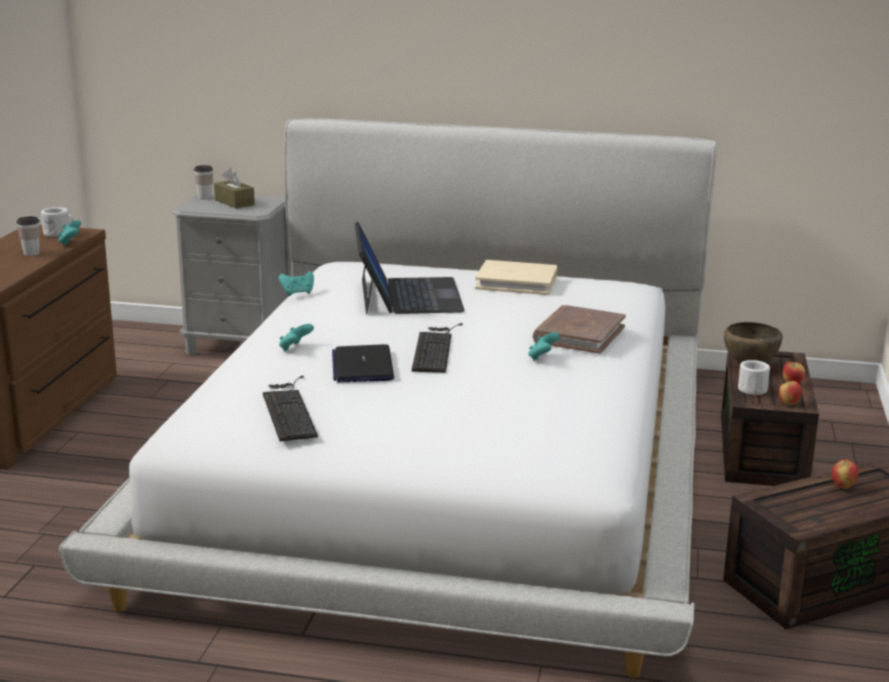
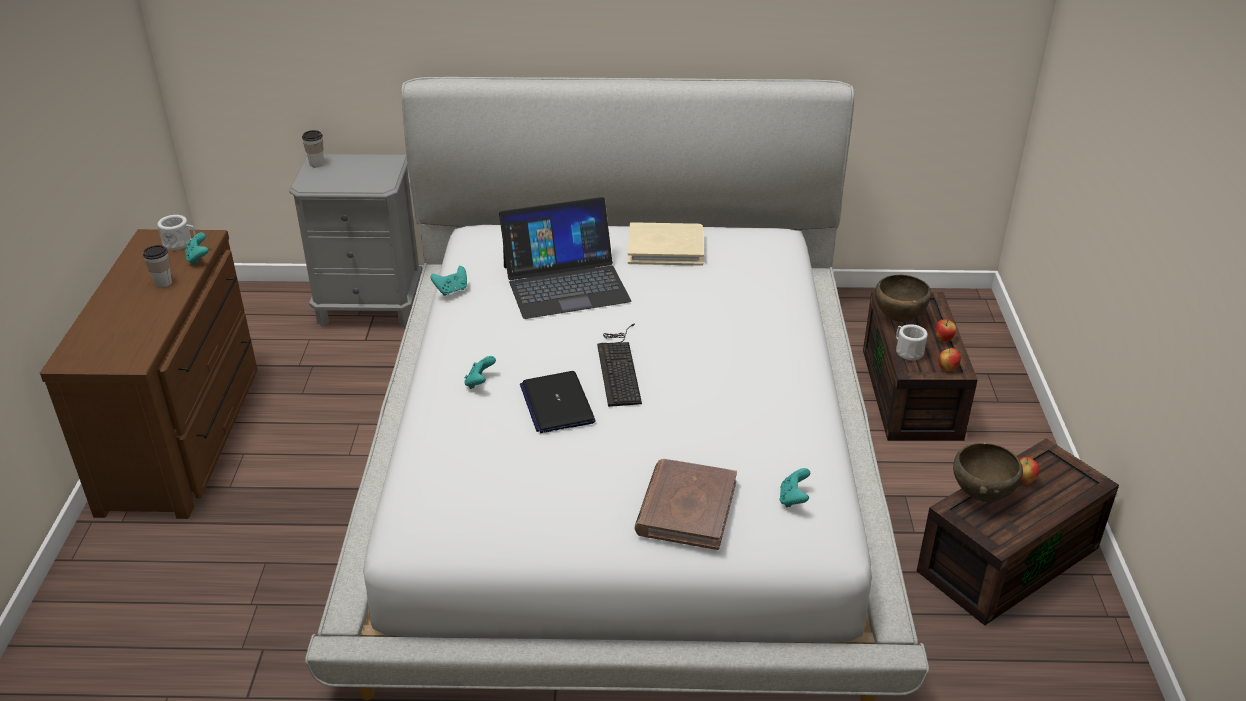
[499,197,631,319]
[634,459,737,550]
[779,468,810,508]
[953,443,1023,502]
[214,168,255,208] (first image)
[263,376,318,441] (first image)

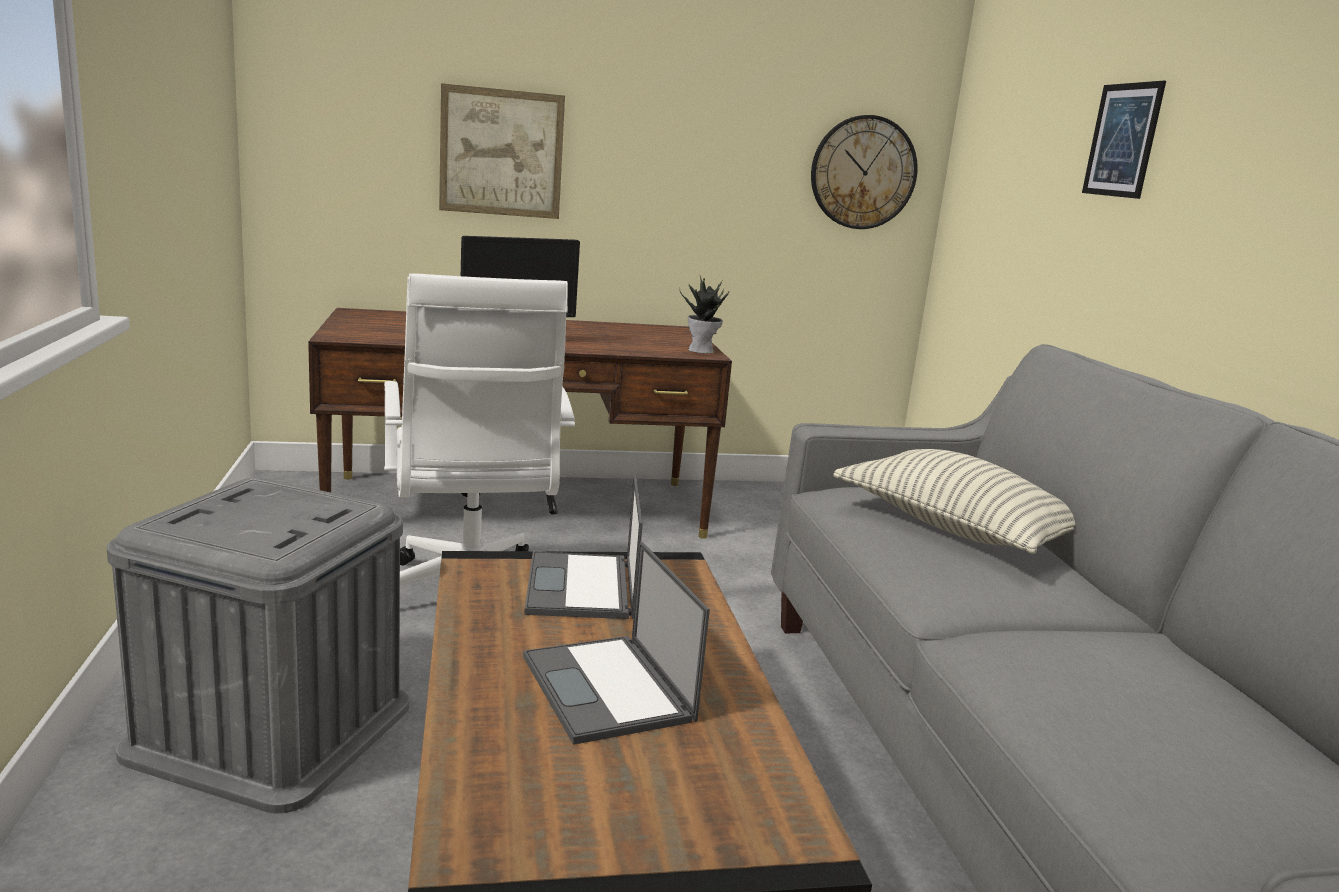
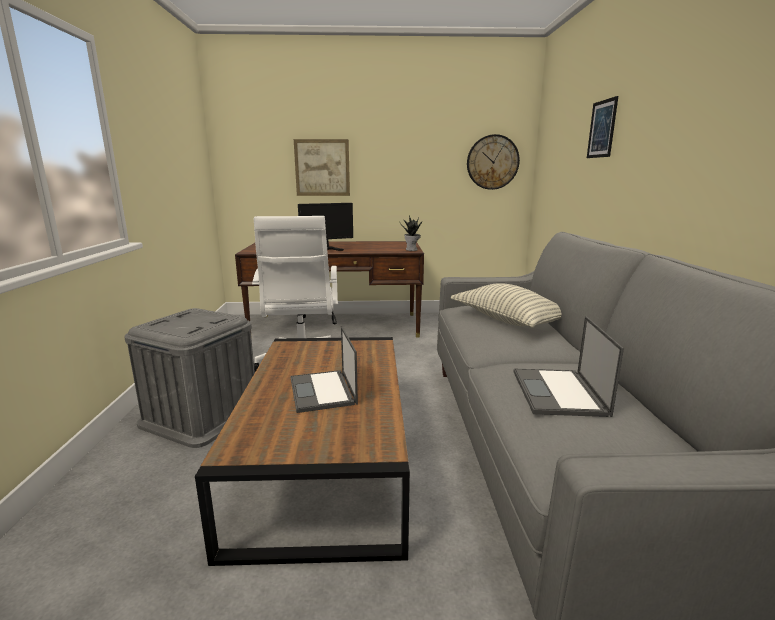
[514,316,624,417]

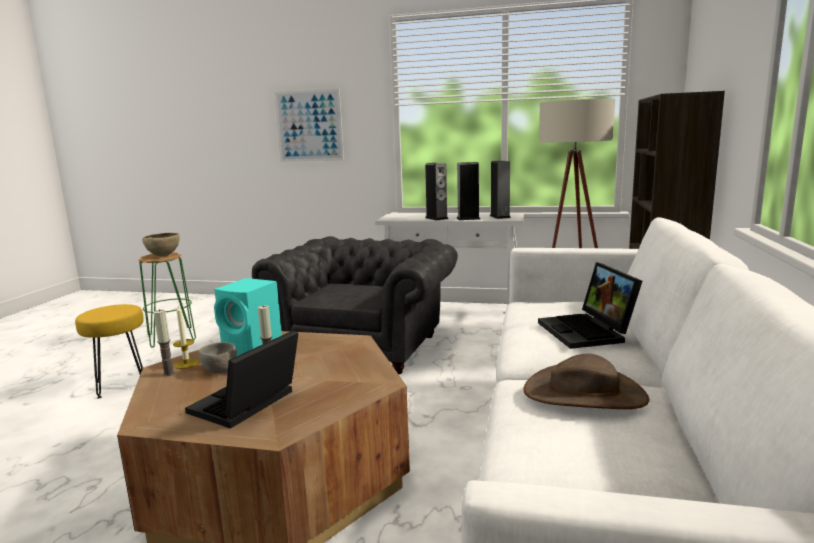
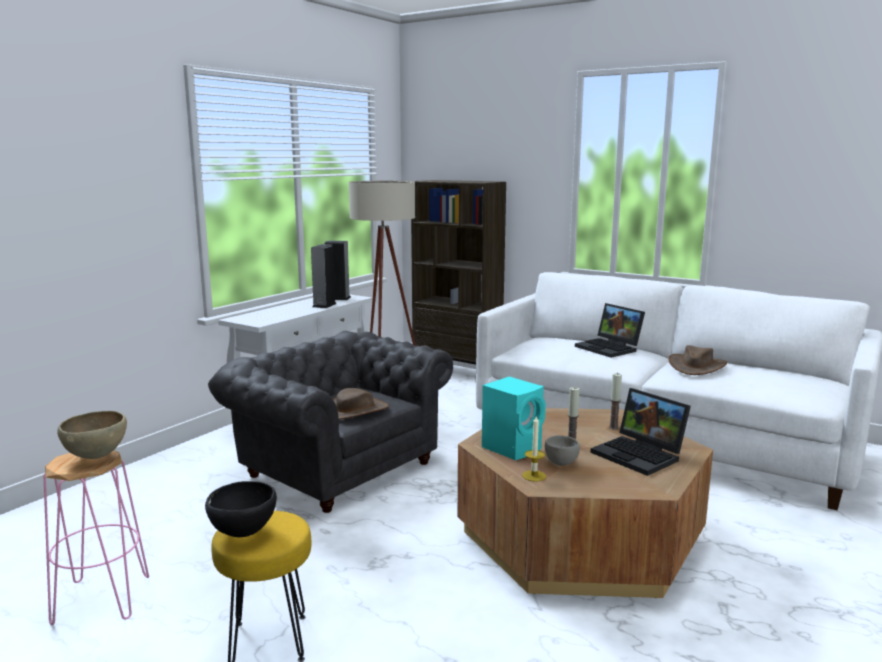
[43,450,149,625]
[205,481,277,537]
[333,388,389,420]
[575,303,645,358]
[609,373,622,430]
[274,89,344,162] (first image)
[425,163,448,221] (first image)

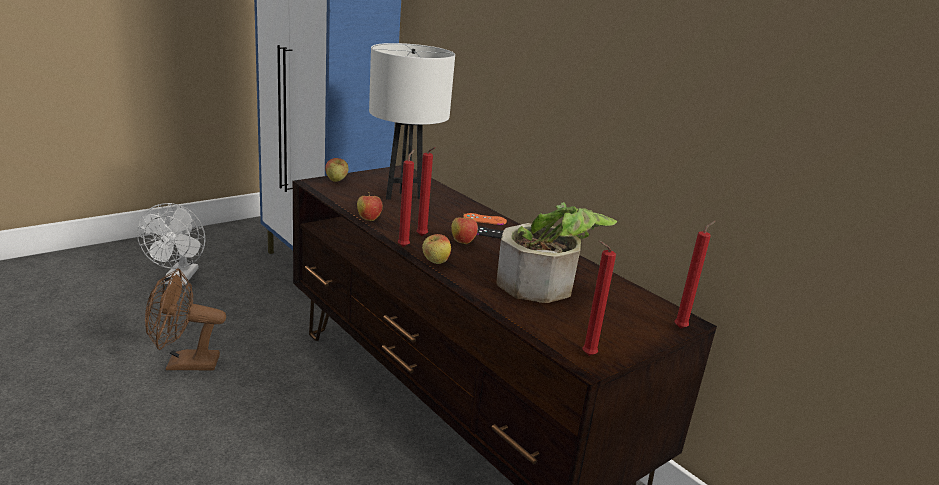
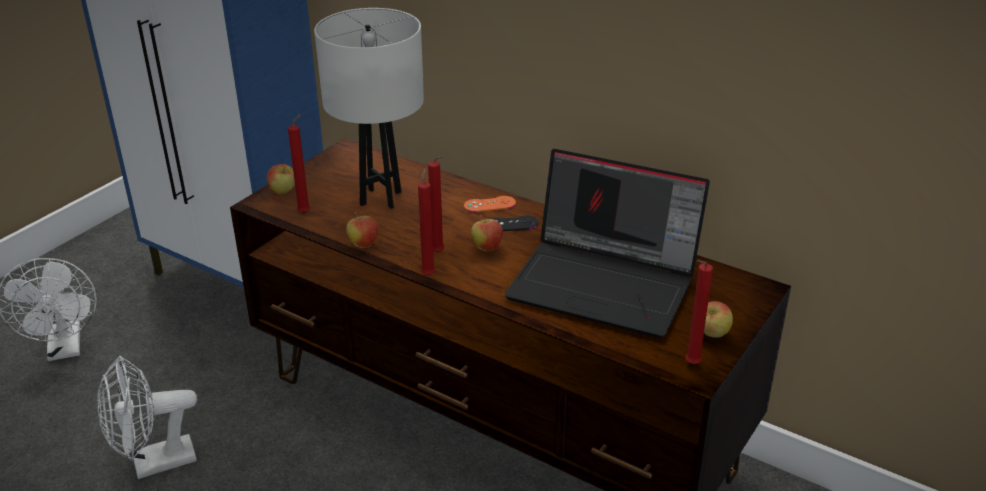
[97,356,197,479]
[288,113,310,213]
[504,149,710,338]
[704,301,733,338]

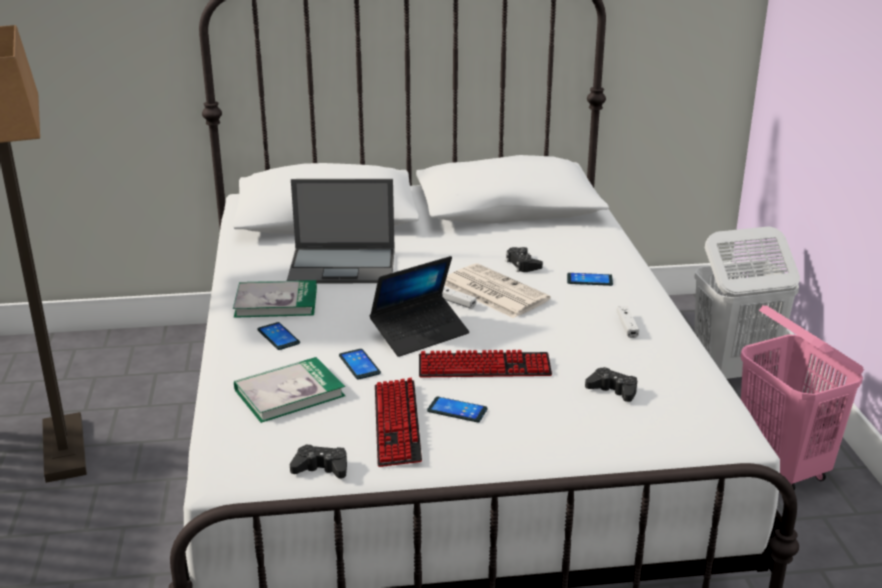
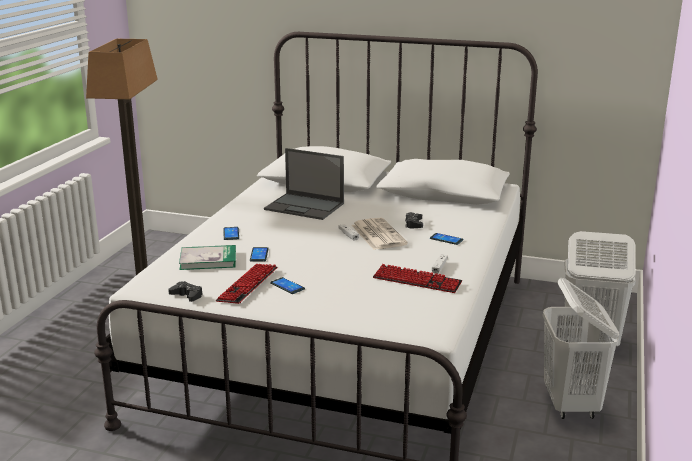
[373,264,462,293]
[543,278,619,419]
[233,280,317,318] (first image)
[370,256,469,357] (first image)
[585,367,637,402] (first image)

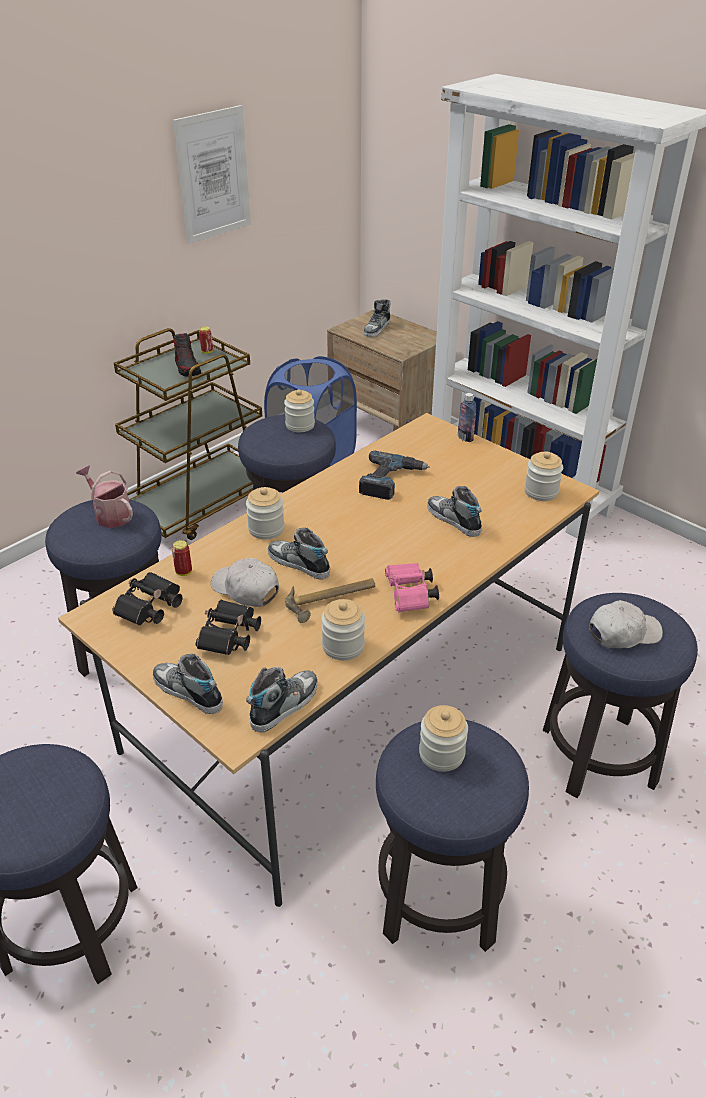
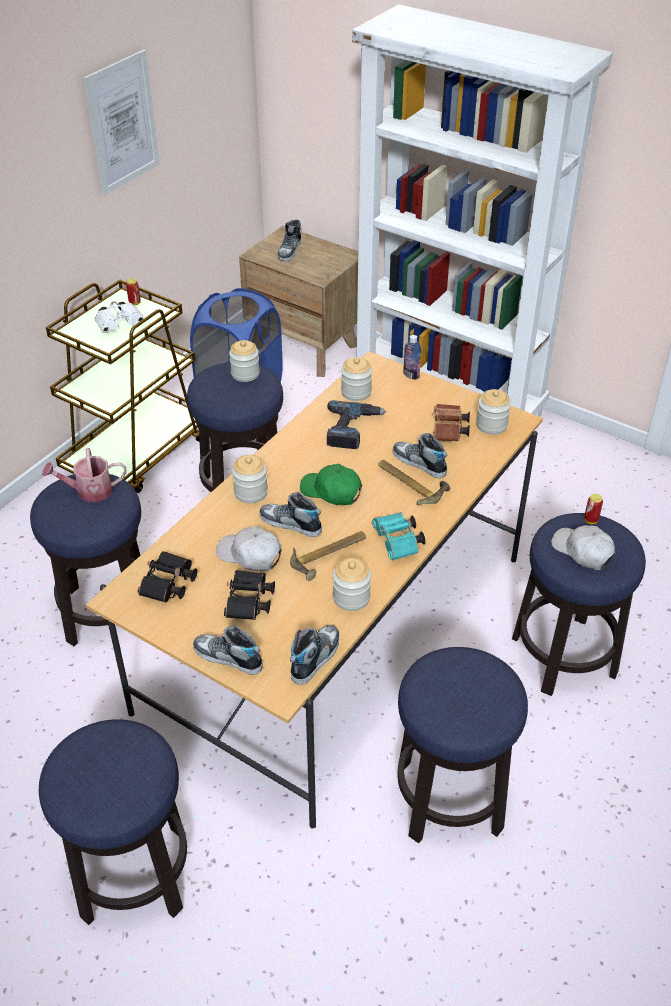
[42,448,127,502]
[95,301,145,333]
[300,464,362,505]
[341,357,372,401]
[372,512,426,560]
[378,460,450,505]
[433,404,470,441]
[551,525,615,570]
[584,494,603,524]

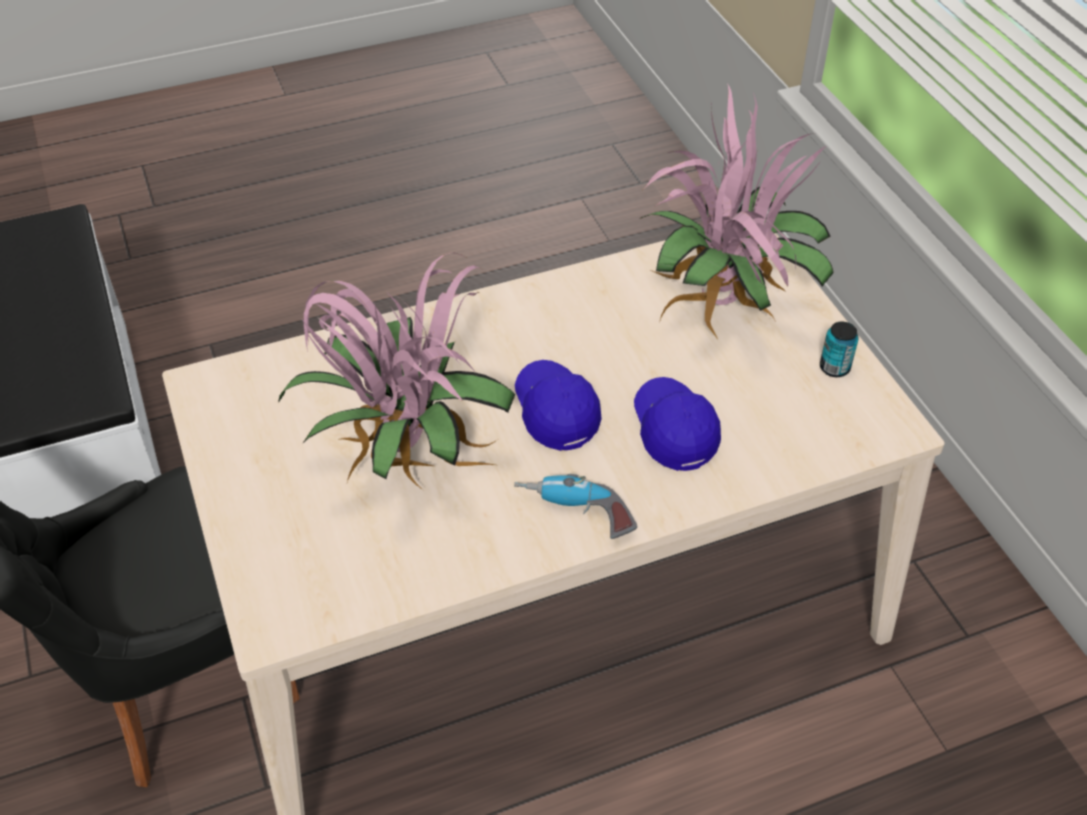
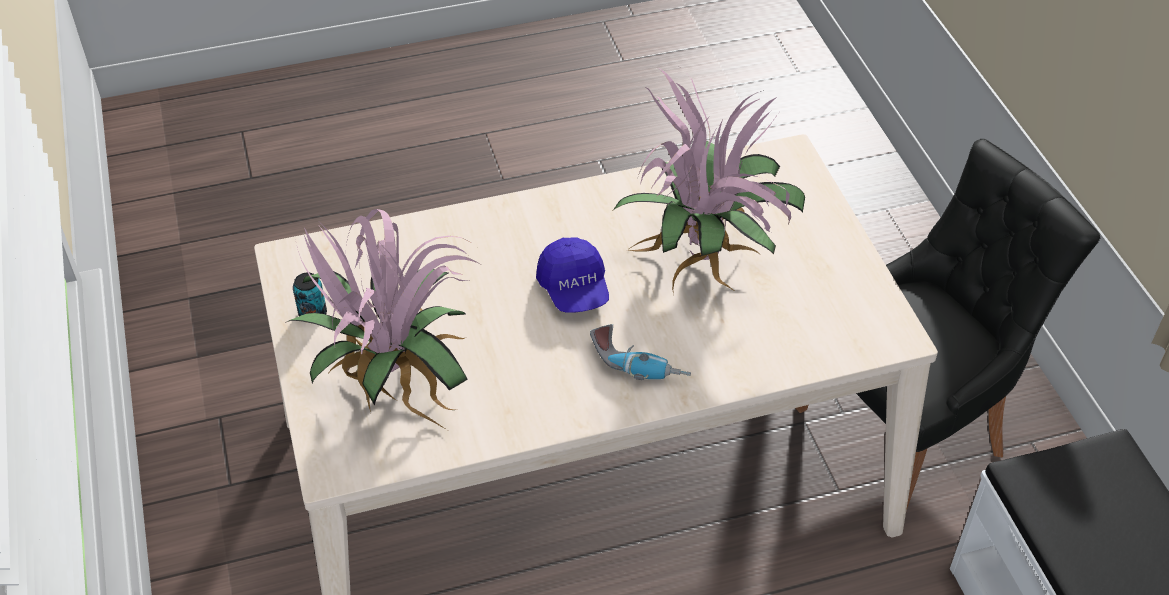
[590,324,691,380]
[634,377,721,471] (first image)

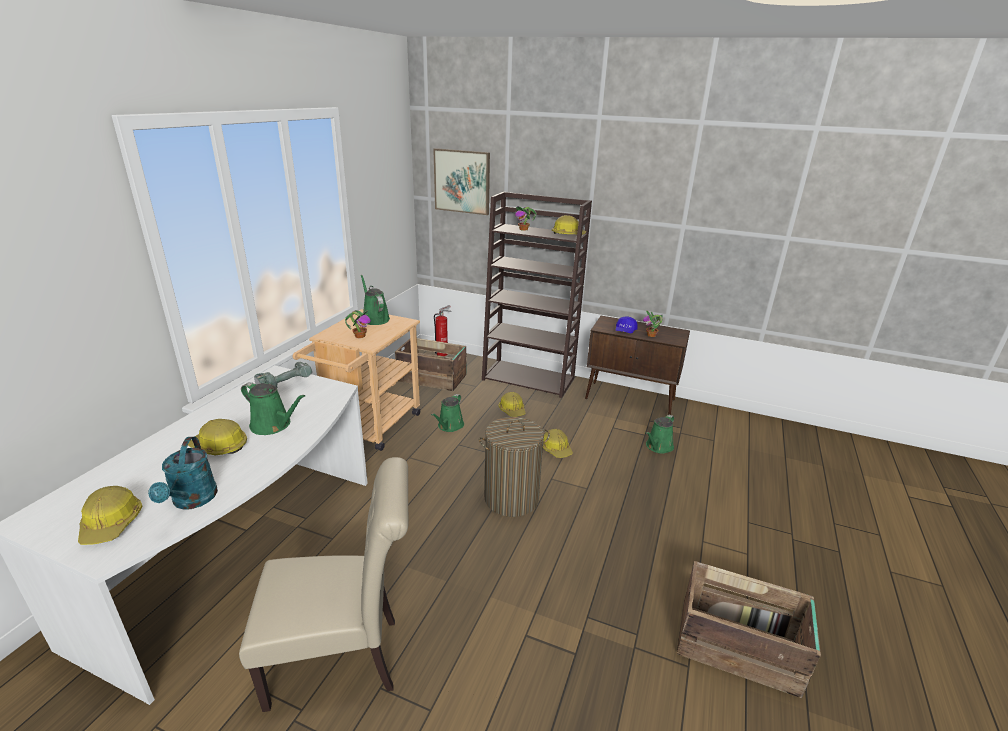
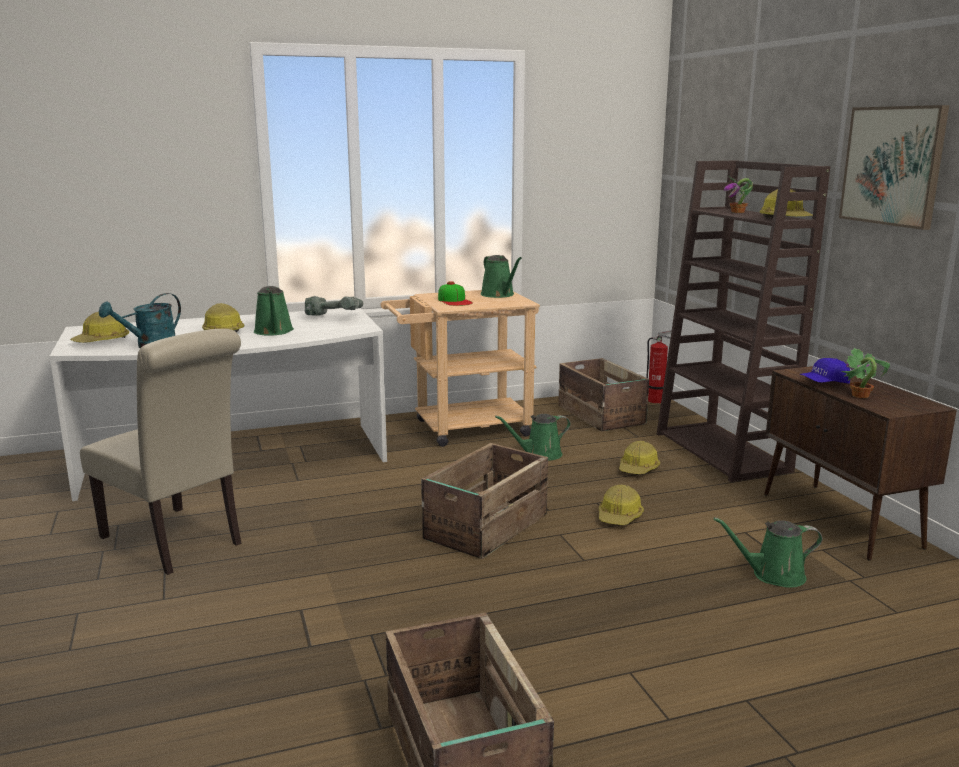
[421,443,548,559]
[438,281,473,306]
[481,255,522,298]
[839,105,949,230]

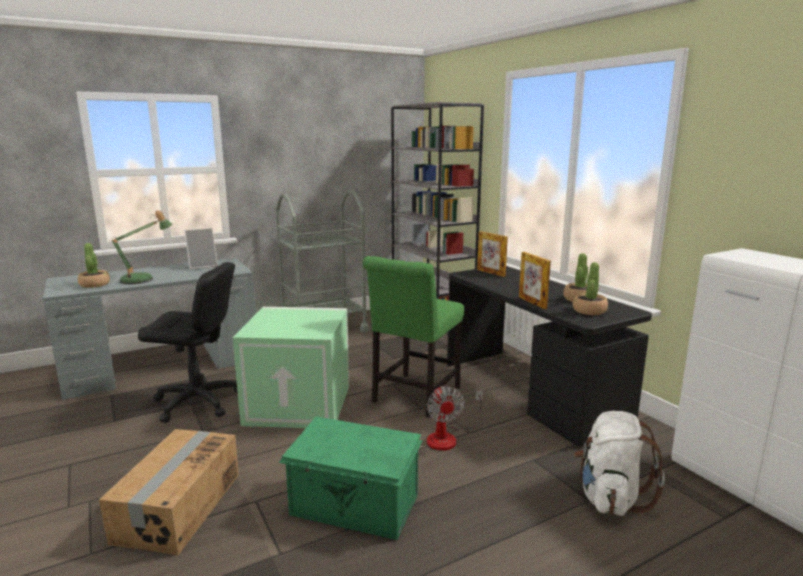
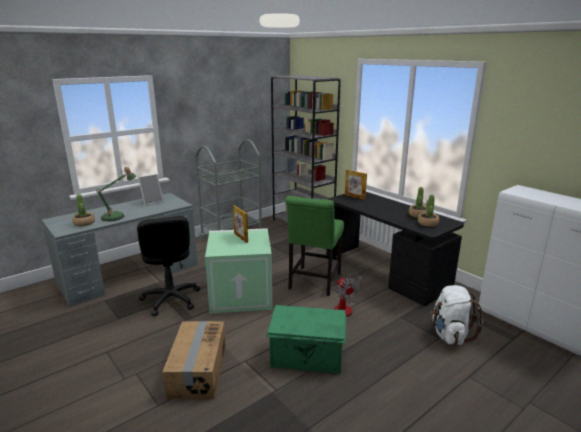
[137,216,200,316]
[233,205,248,243]

